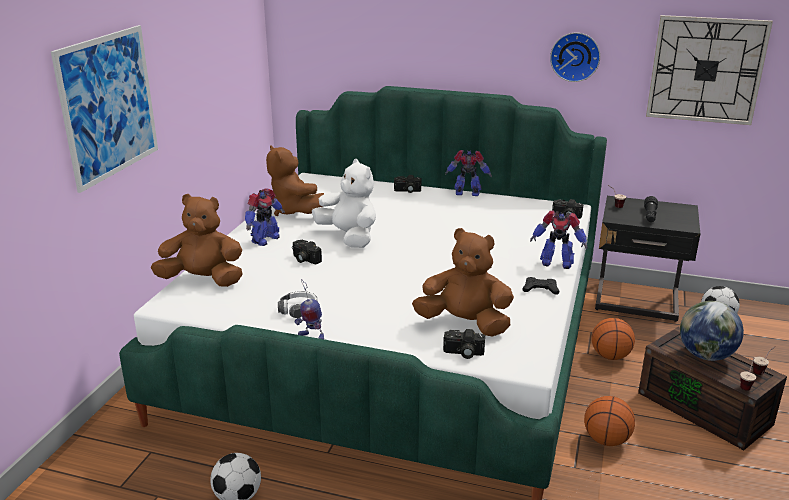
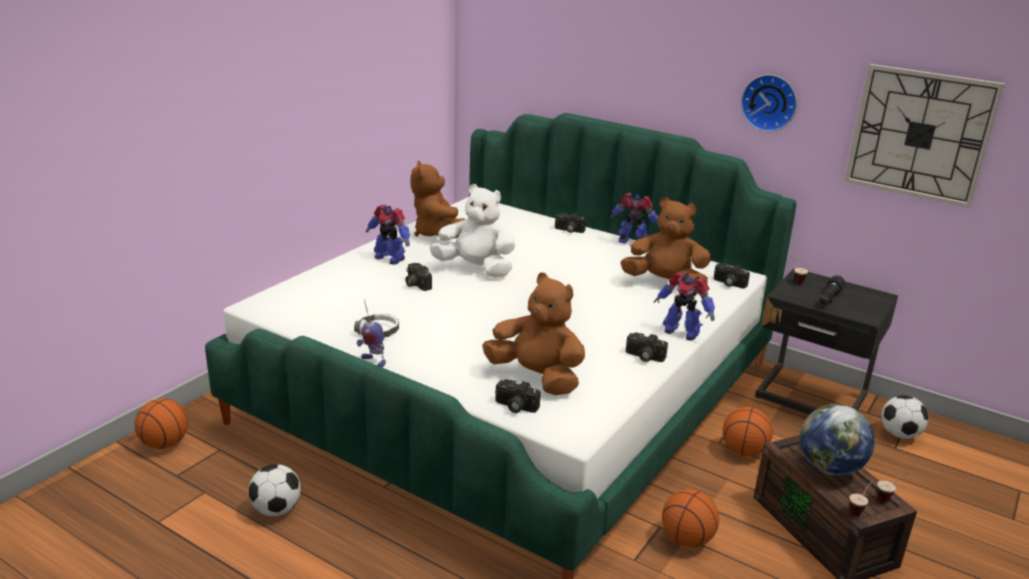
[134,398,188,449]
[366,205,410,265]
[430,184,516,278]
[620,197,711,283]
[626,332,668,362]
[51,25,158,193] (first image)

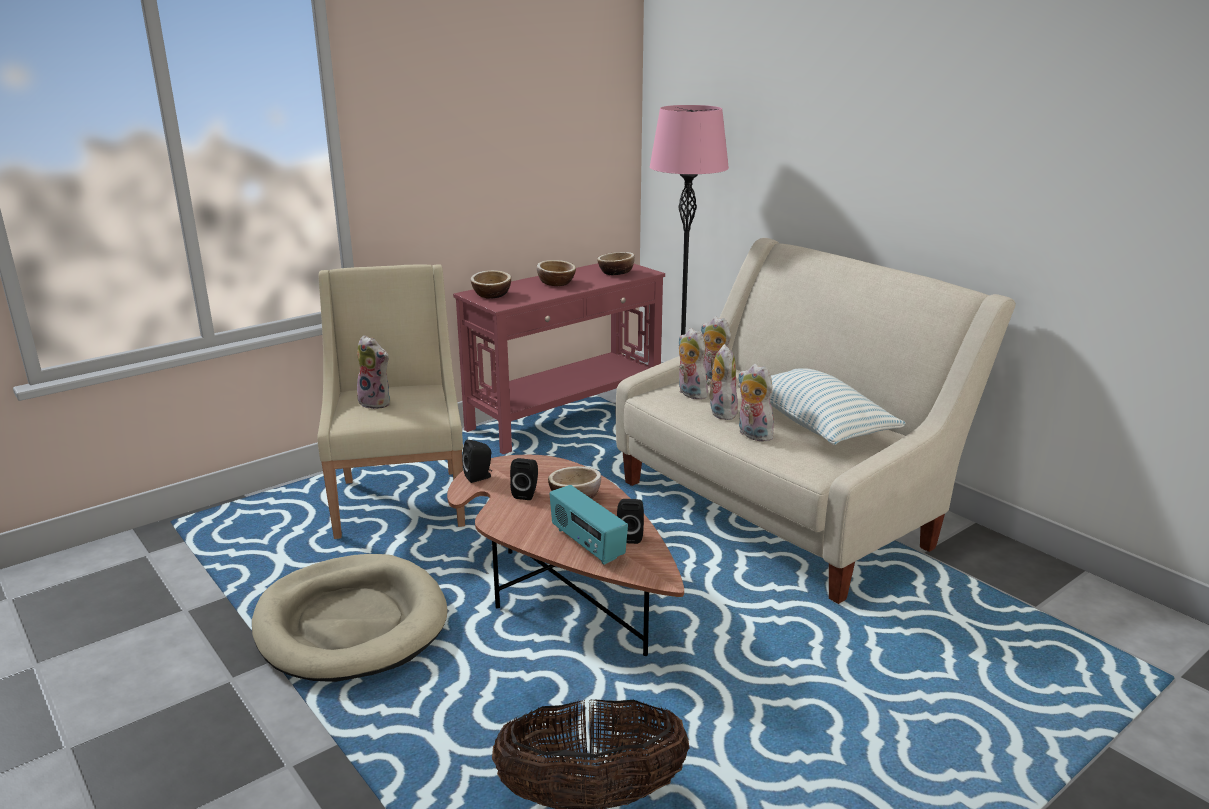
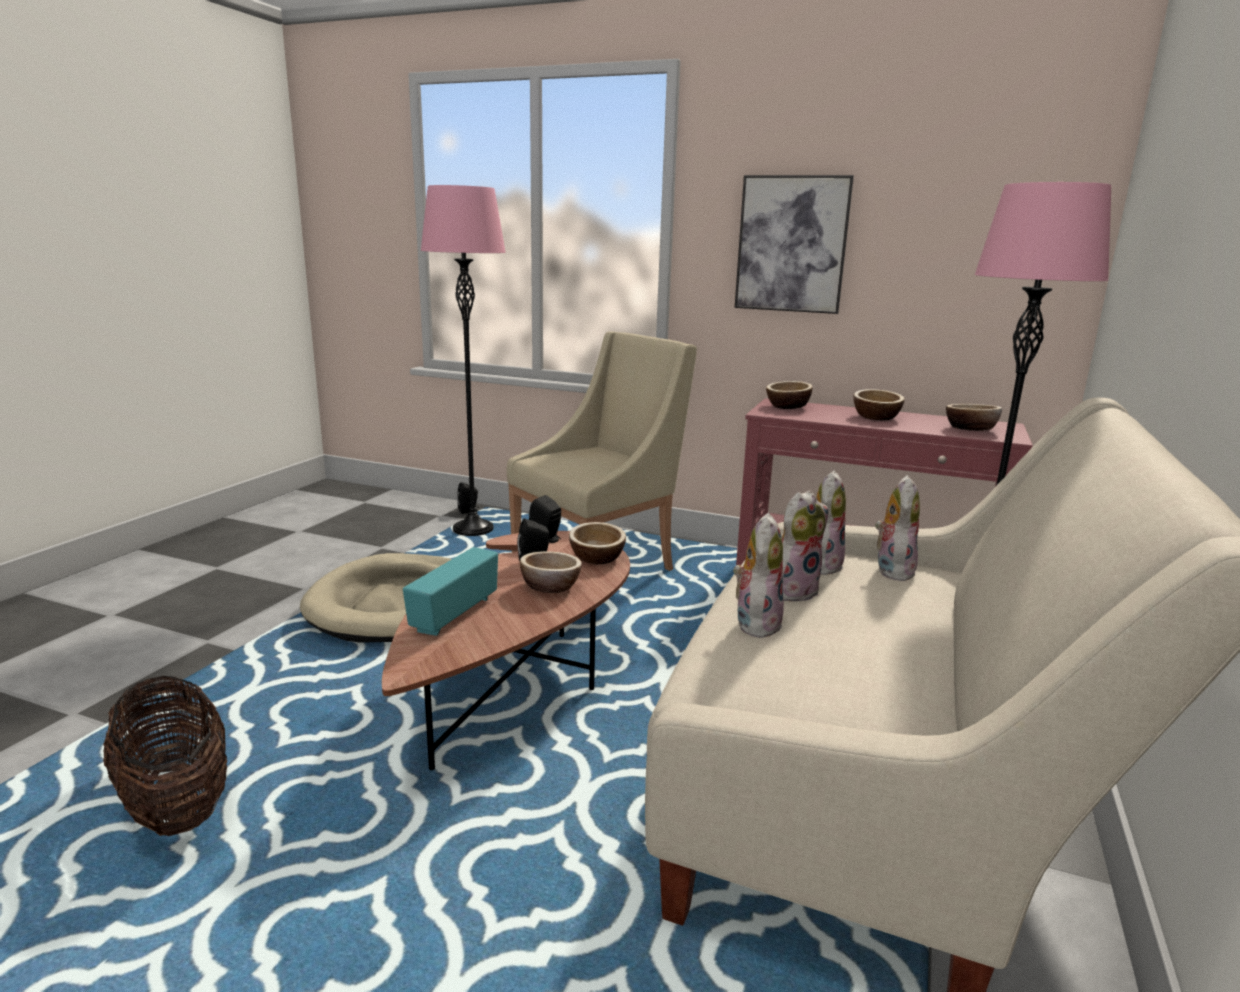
[421,185,506,536]
[457,482,479,514]
[569,522,626,564]
[735,175,854,314]
[357,335,390,409] (first image)
[738,368,906,445] (first image)

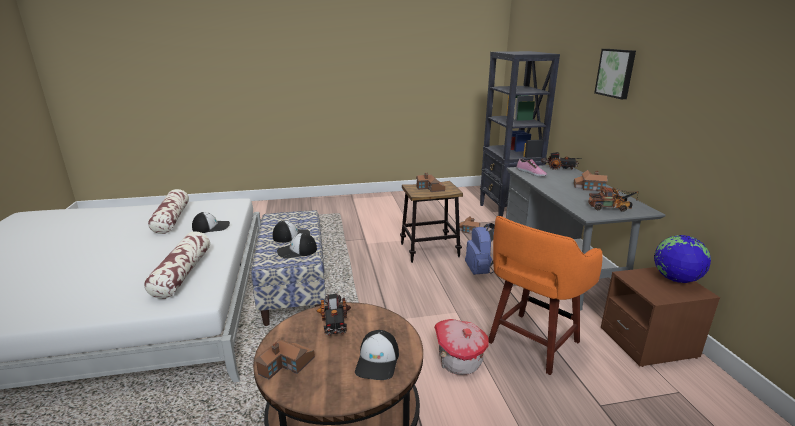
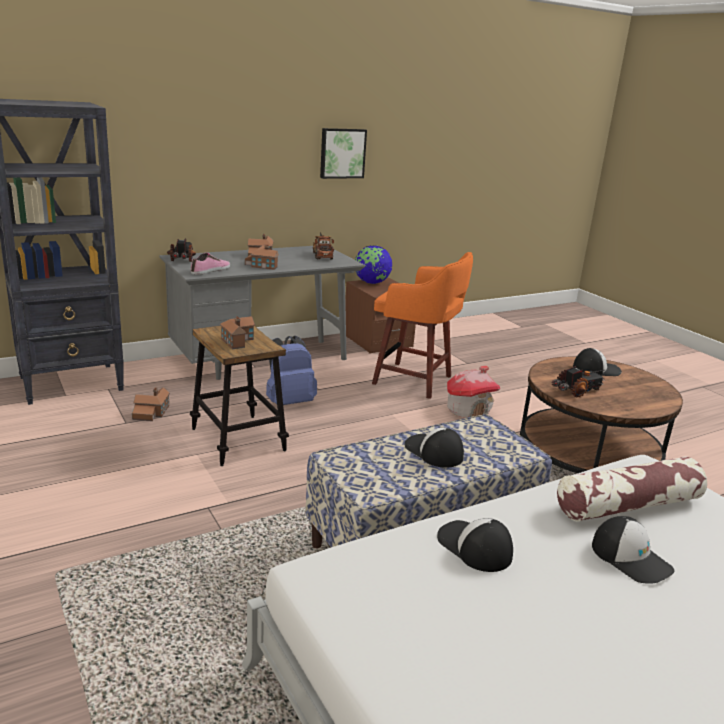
[245,244,279,270]
[320,128,367,179]
[592,516,674,584]
[148,189,189,234] (first image)

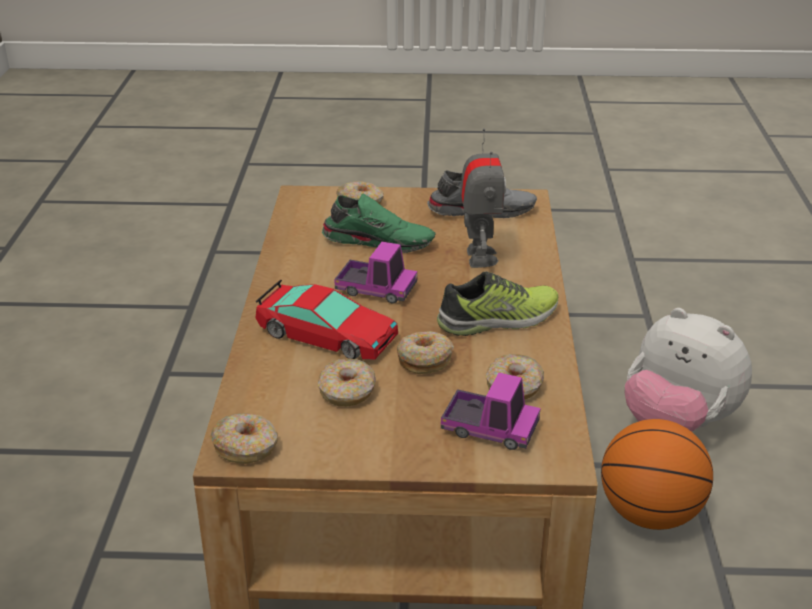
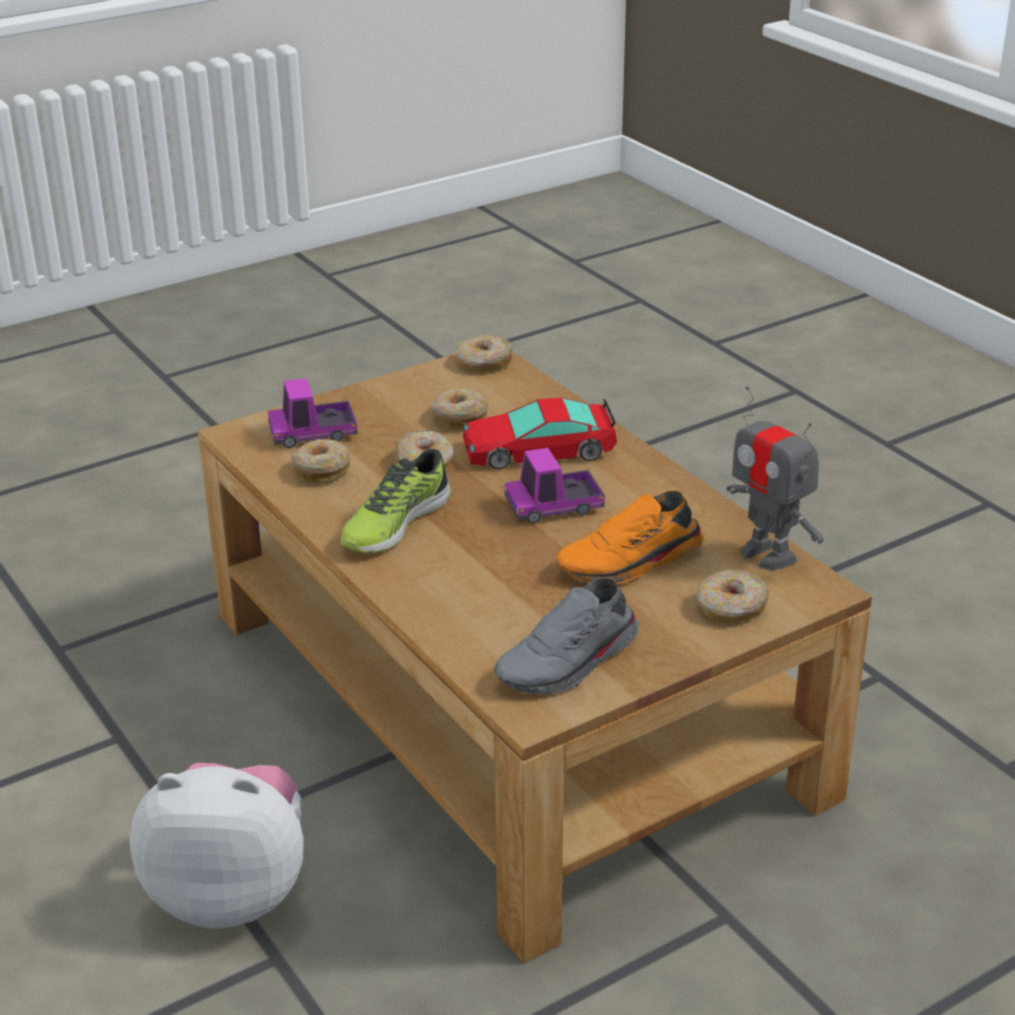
[556,490,704,585]
[727,386,824,570]
[601,419,713,530] (first image)

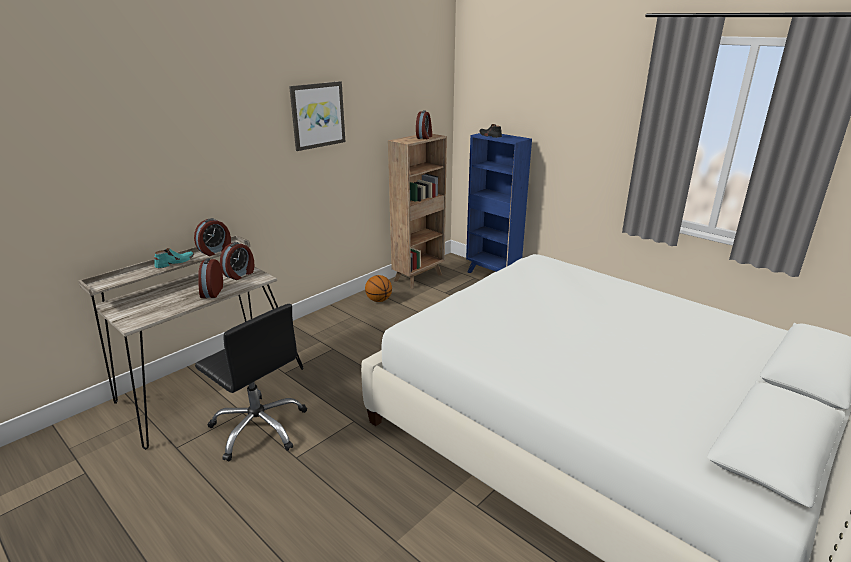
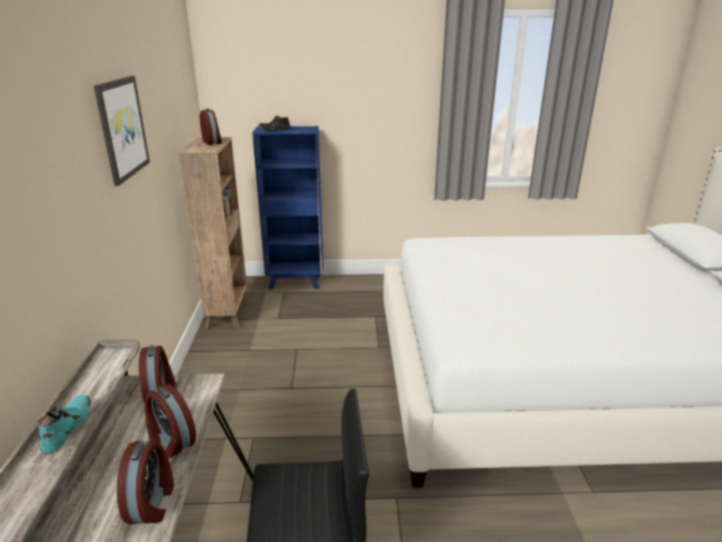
[117,440,174,524]
[365,275,392,302] (first image)

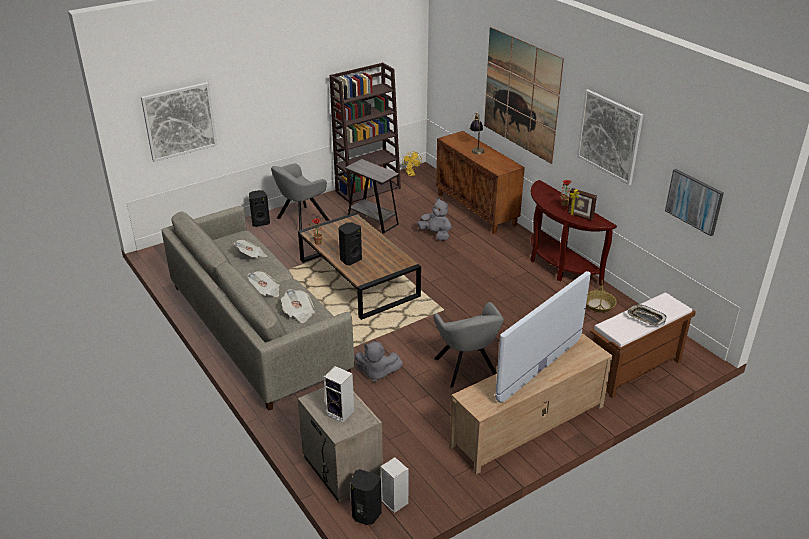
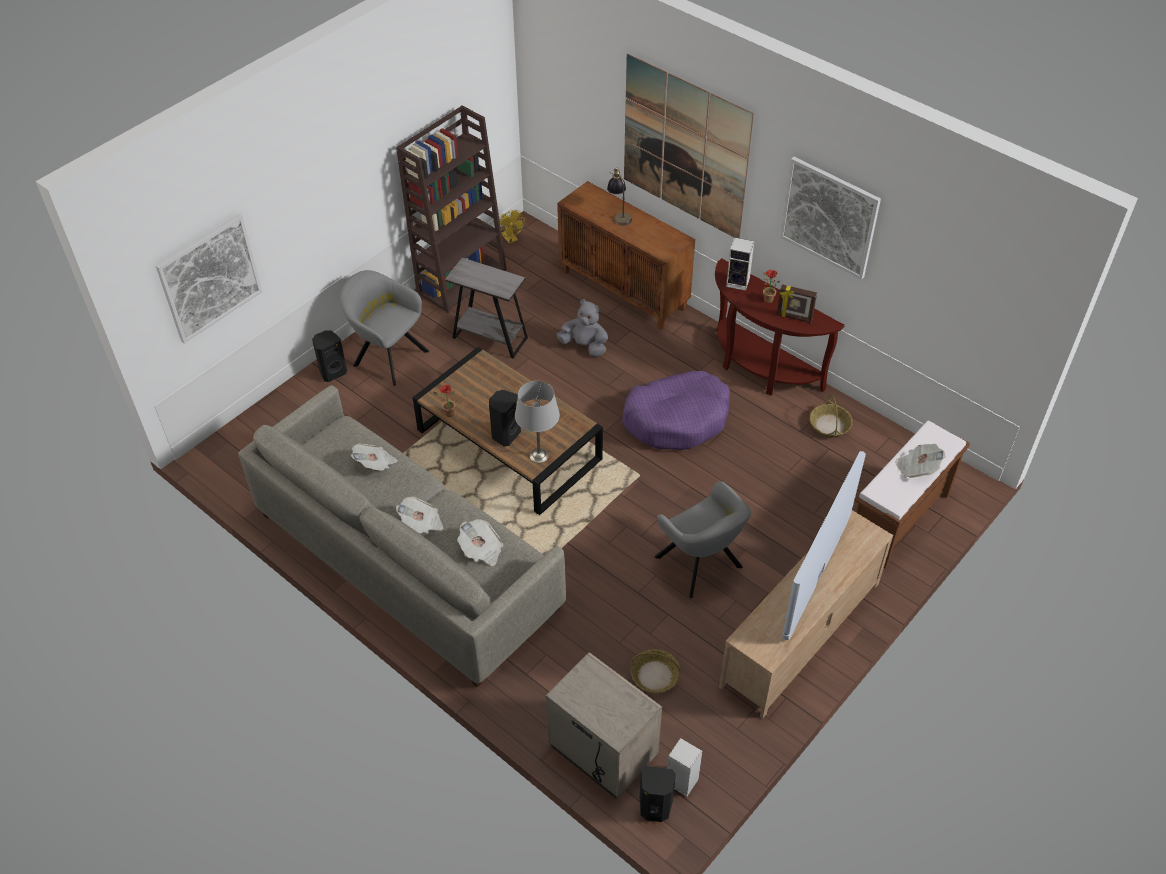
[340,270,429,386]
[515,381,560,463]
[622,371,730,450]
[630,649,681,693]
[726,237,754,291]
[895,444,945,478]
[355,342,403,382] (first image)
[665,169,724,236] (first image)

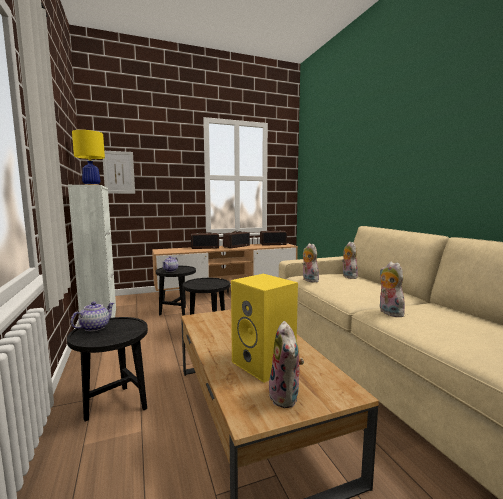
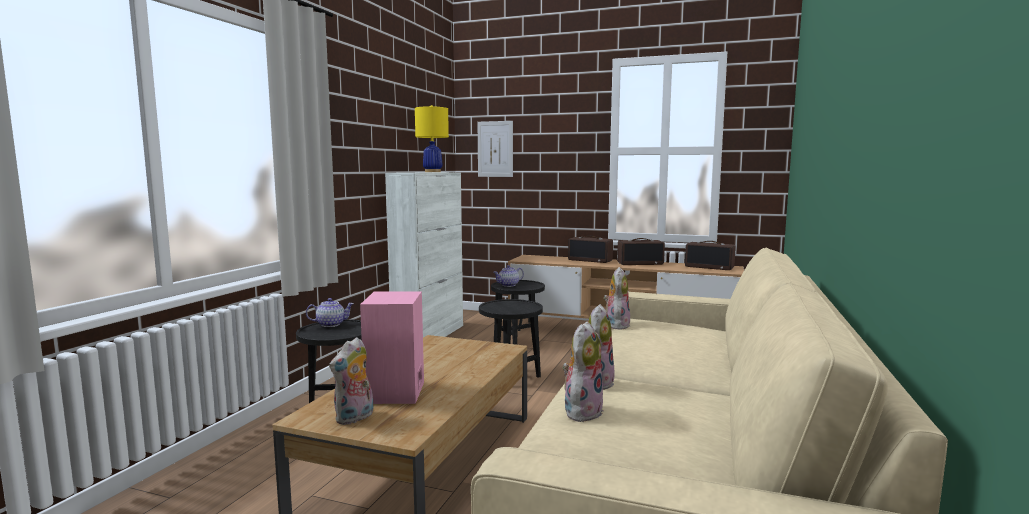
[360,291,424,404]
[562,321,604,422]

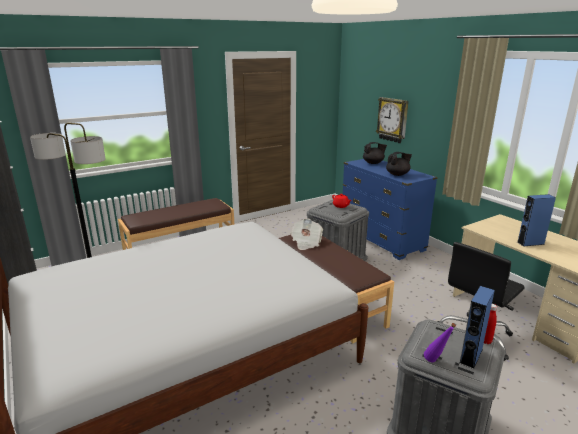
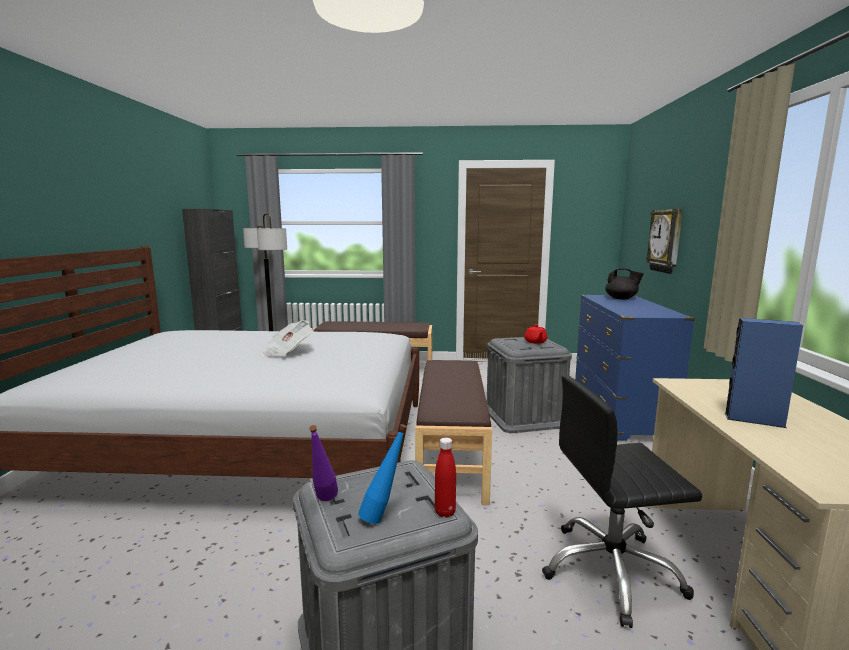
[261,320,312,357]
[358,424,407,524]
[386,152,412,176] (first image)

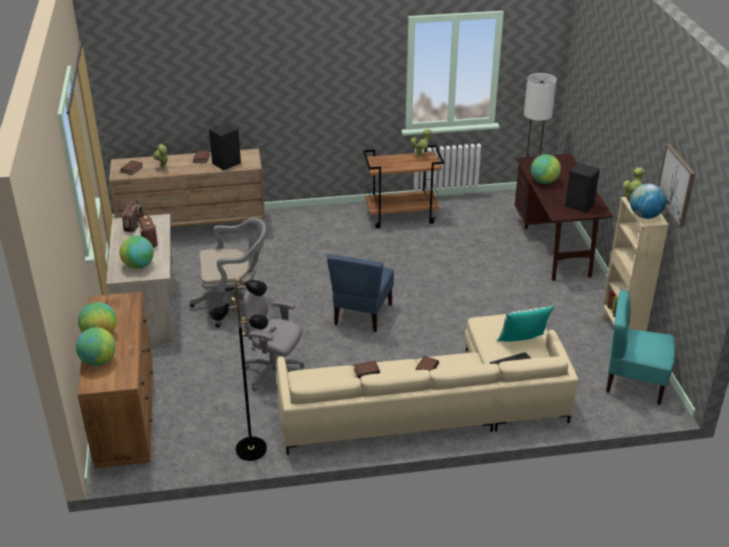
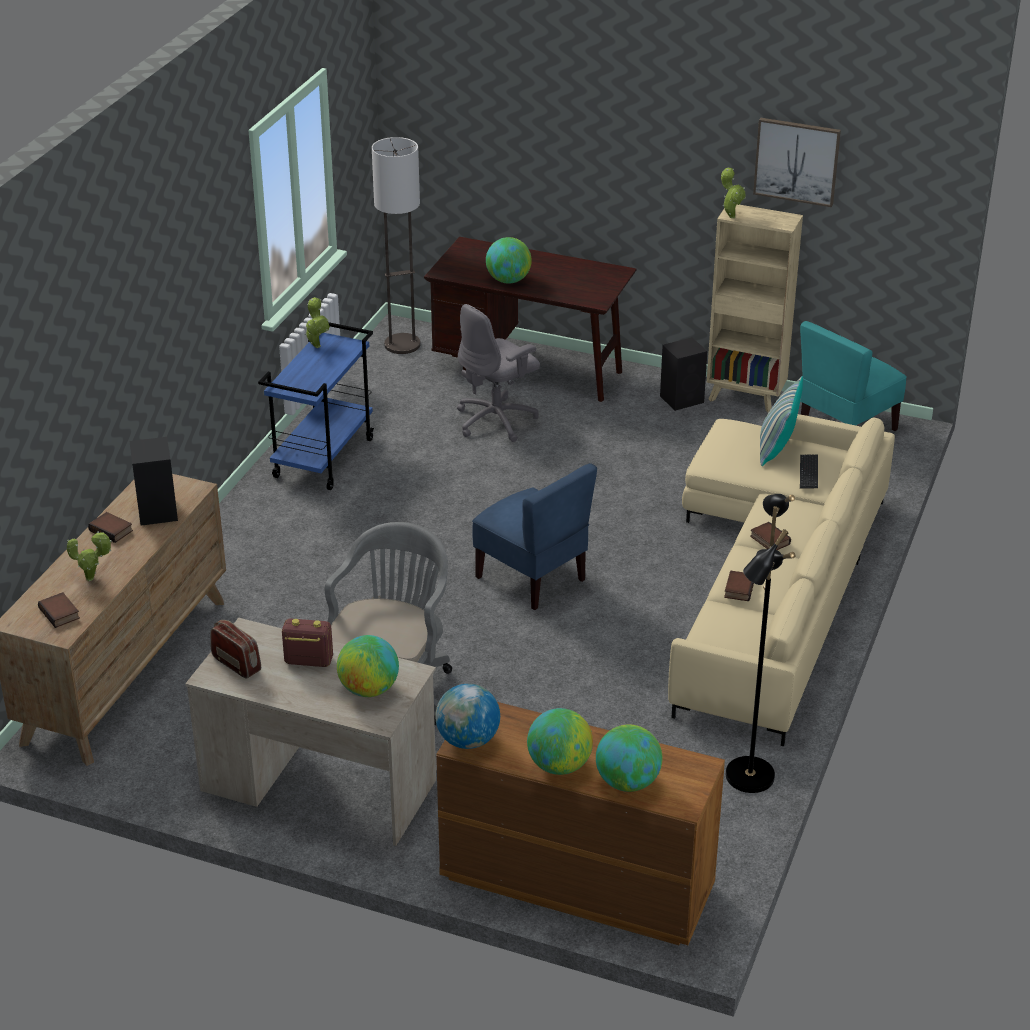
[258,322,374,490]
[435,684,500,749]
[457,304,540,442]
[660,337,707,411]

